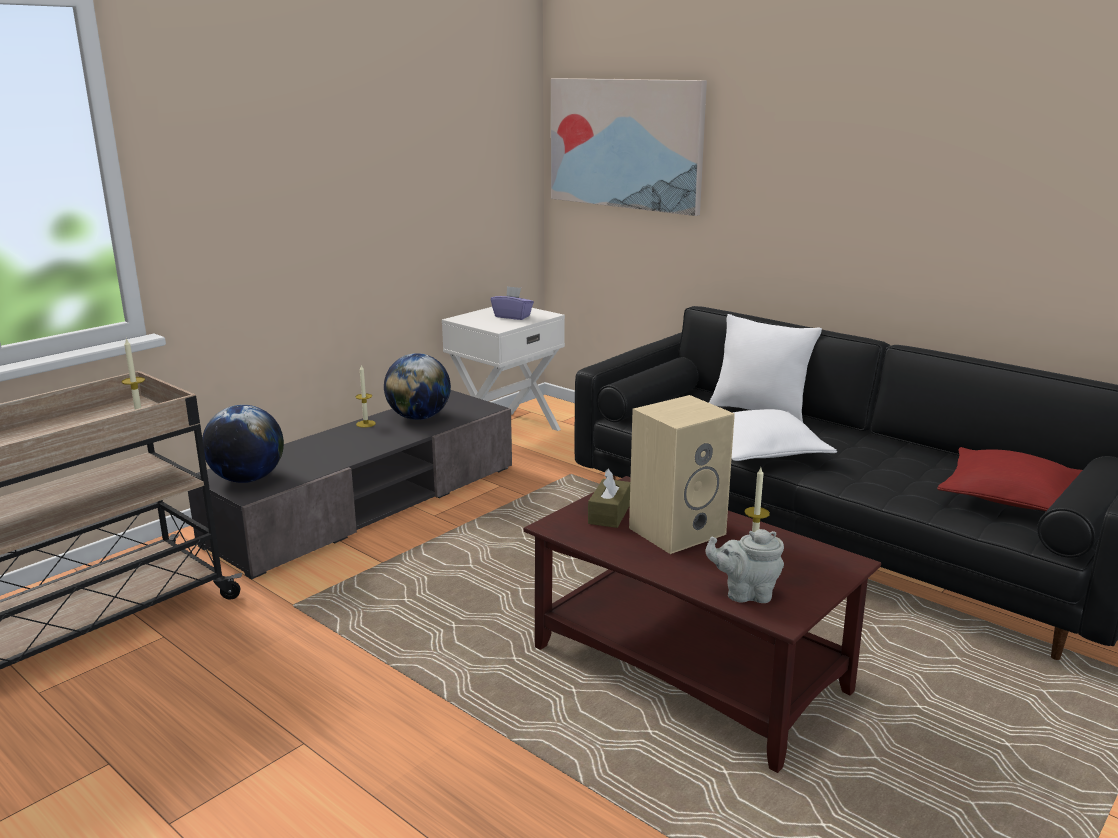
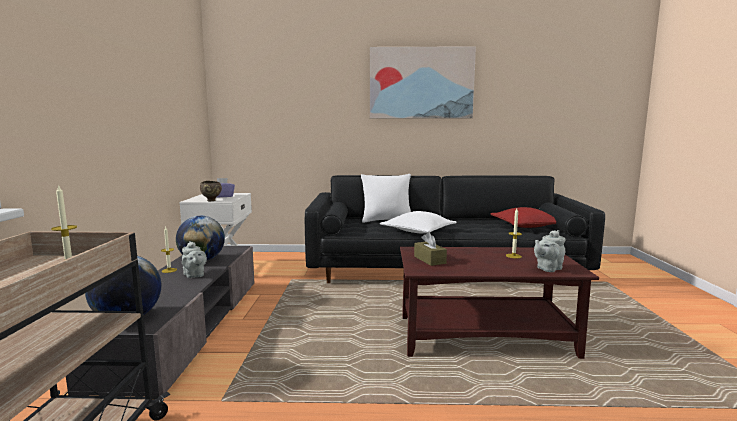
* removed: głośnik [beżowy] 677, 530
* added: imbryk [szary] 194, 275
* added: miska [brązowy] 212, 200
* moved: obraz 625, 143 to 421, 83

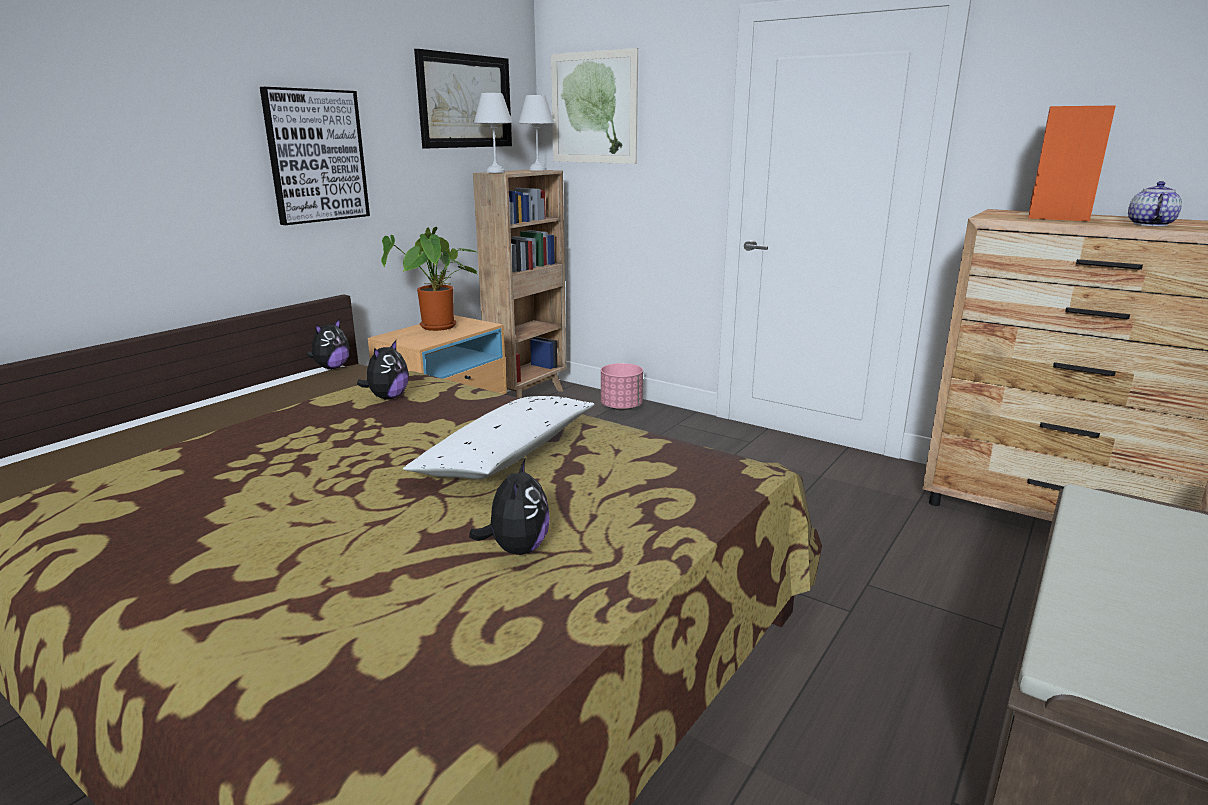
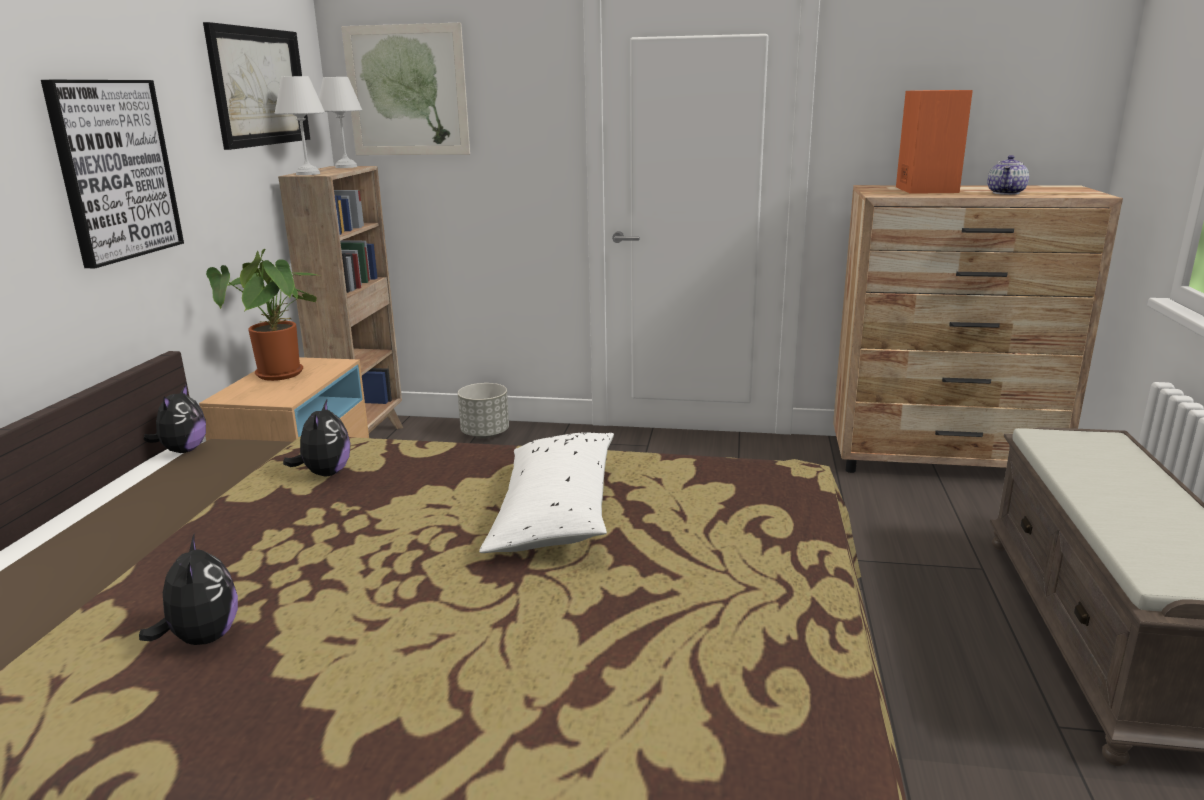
* moved: pluszak 516, 549 to 202, 638
* recoloured: donica [różowy] 621, 407 to donica [szary] 485, 433
* turned: imbryk 1149, 224 = 1006, 193 150 degrees counterclockwise

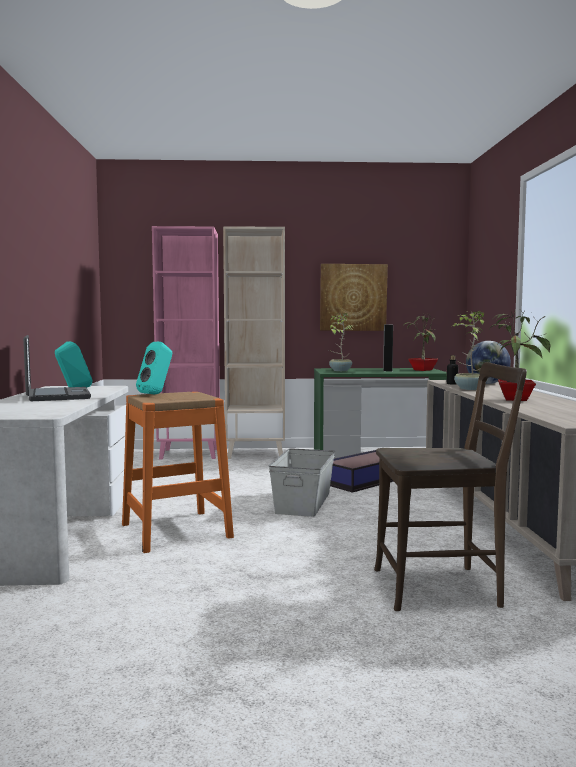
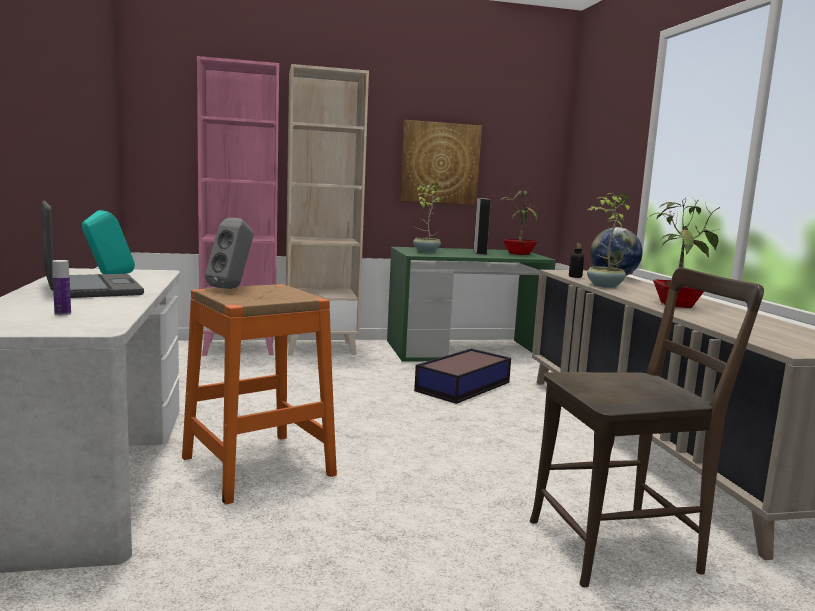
* removed: pojemnik do przechowywania [szary] 304, 502
* added: butelka 62, 313
* recoloured: głośnik [turkusowy] 156, 394 to głośnik [szary] 232, 288

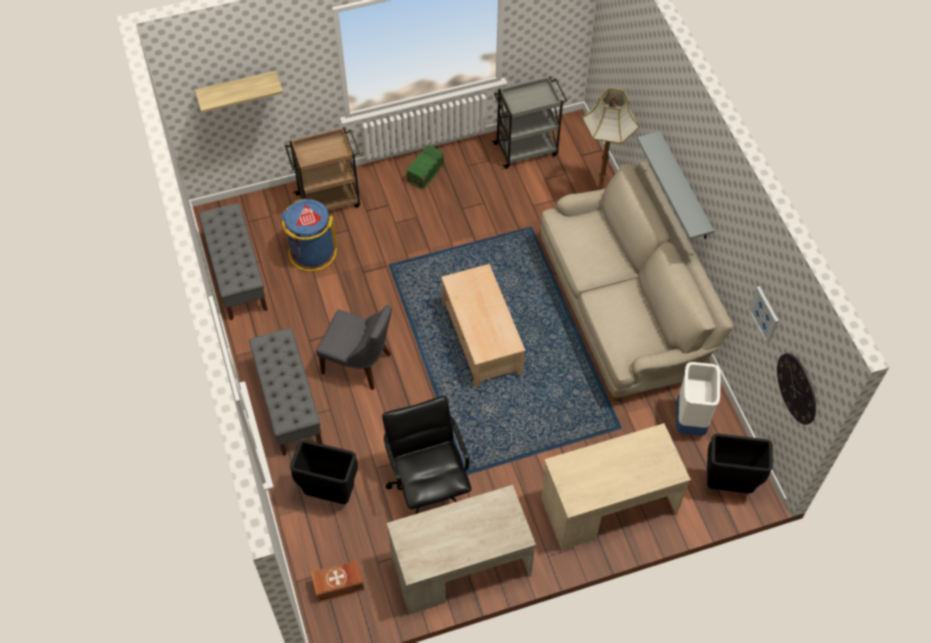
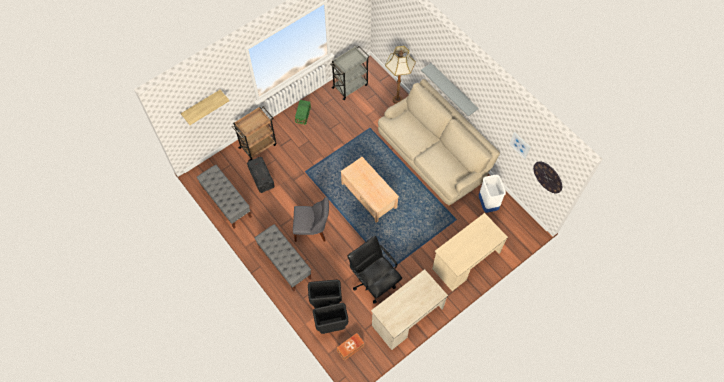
* moved: kosz na śmieci [czarny] 727, 484 to 331, 326
* replaced: kosz na śmieci [niebieski] 312, 252 to pojemnik do przechowywania [czarny] 261, 177

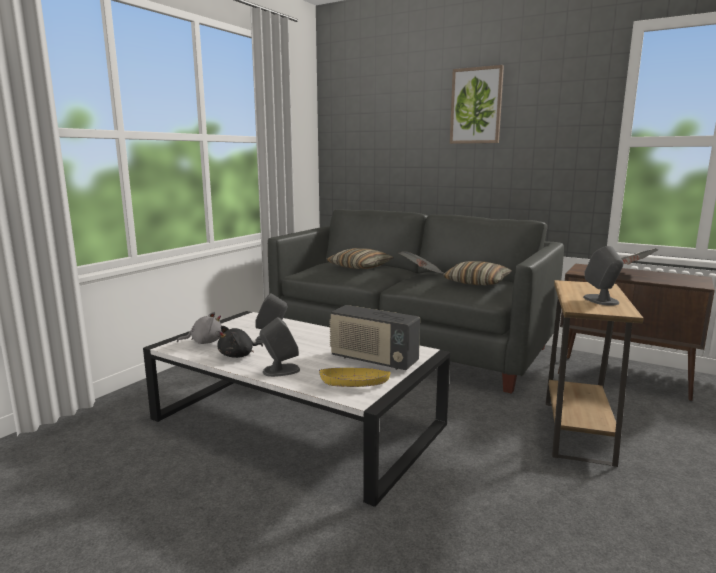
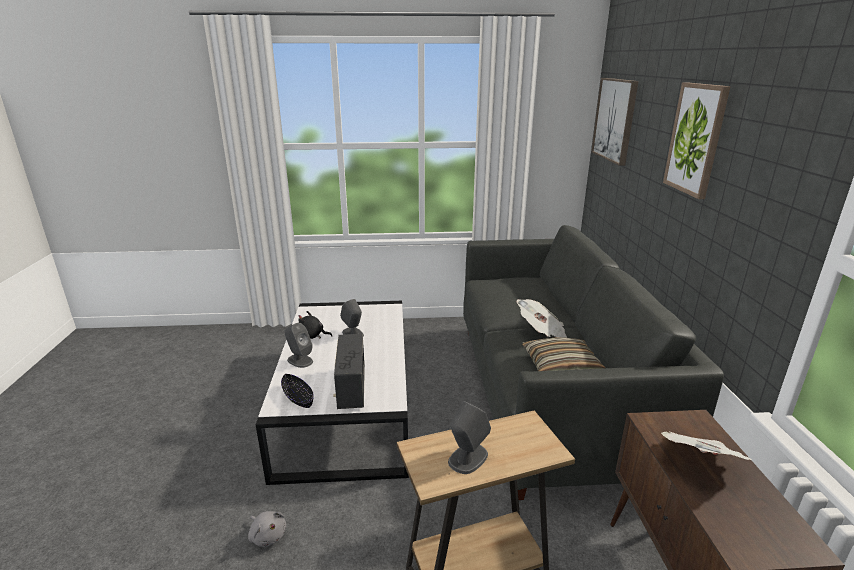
* removed: poduszka 360, 267
* added: obraz 615, 120
* moved: pluszak [szary] 204, 342 to 267, 535
* recoloured: miska [żółty] 354, 384 to miska [czarny] 298, 397

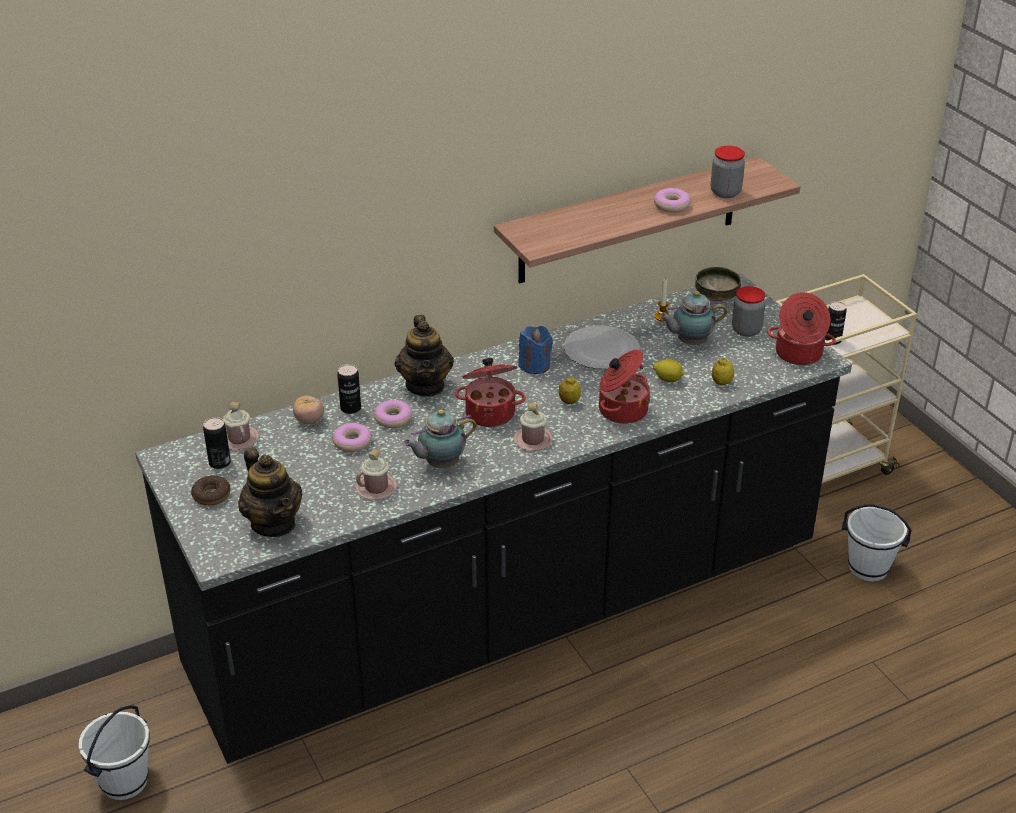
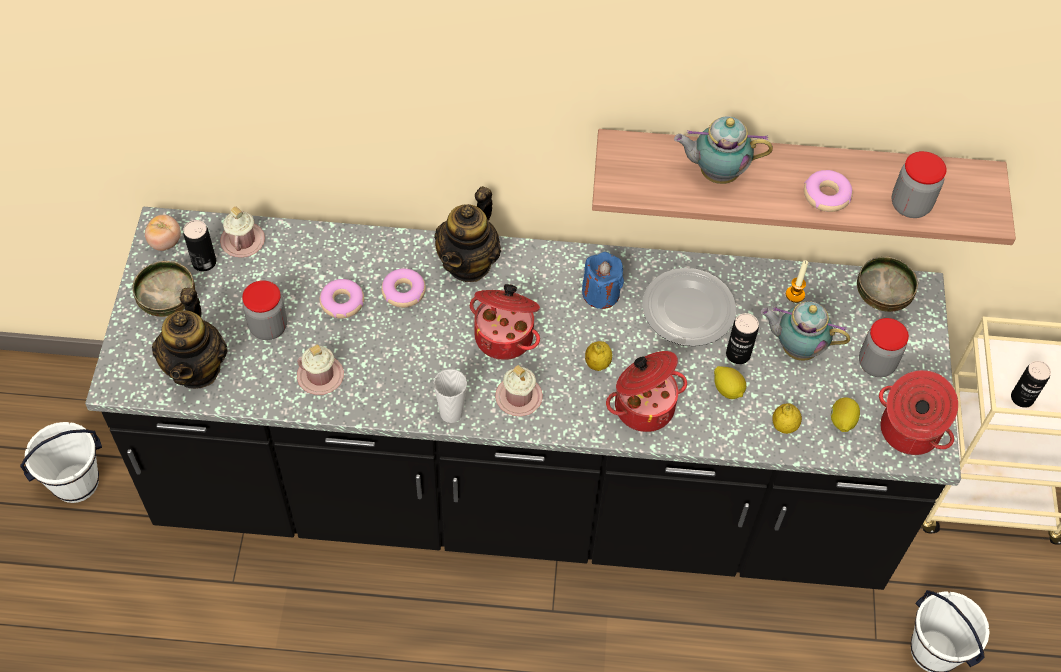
* added: słoik 268, 327
* added: filiżanka 451, 413
* added: cytryna 841, 421
* moved: pomidor 309, 420 to 165, 242
* moved: puszka 350, 408 to 738, 354
* moved: imbryk 440, 464 to 715, 173
* replaced: donut 211, 495 to miska 168, 300

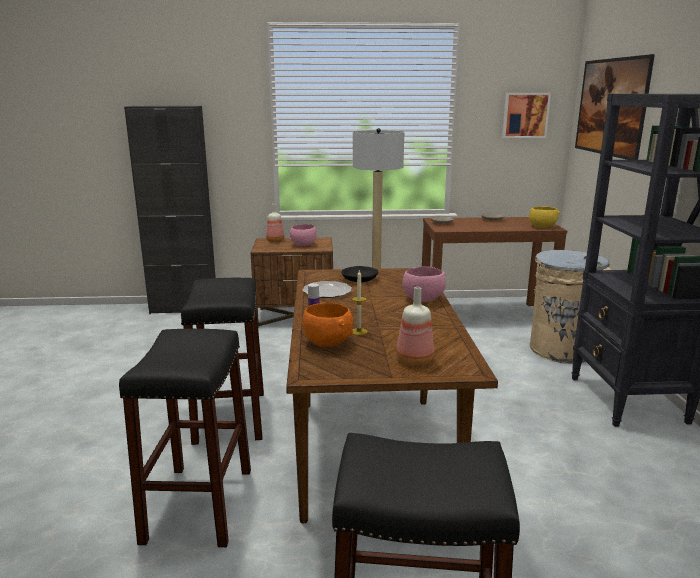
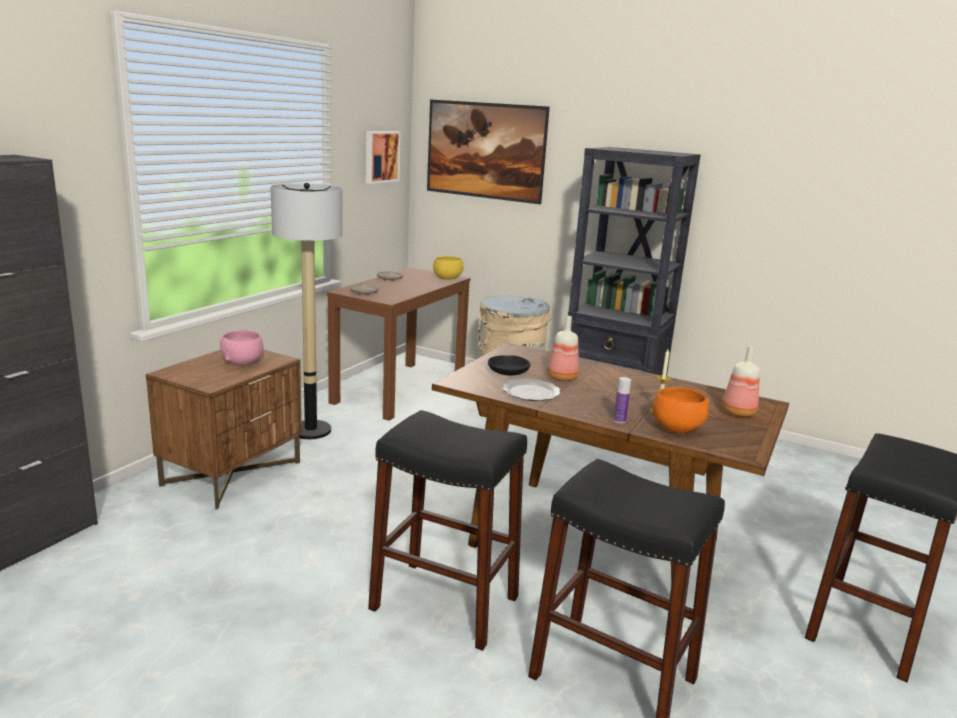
* removed: miska [różowy] 422, 299
* moved: butelka 275, 240 to 561, 378

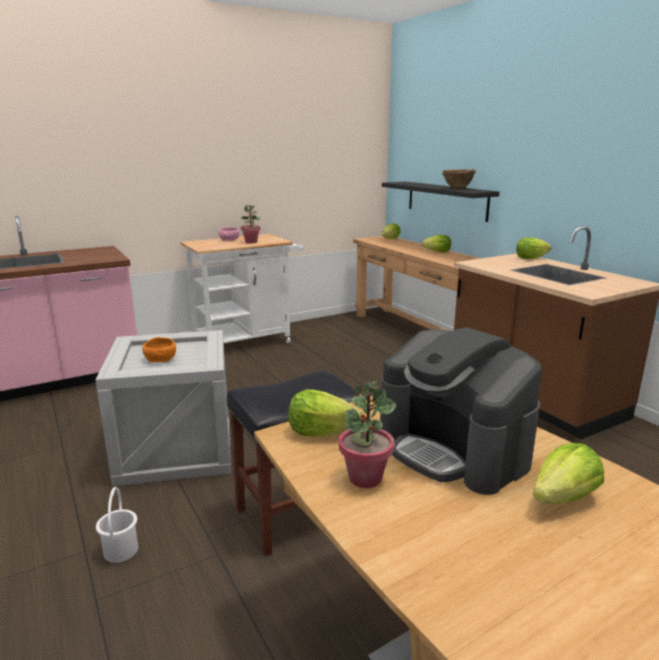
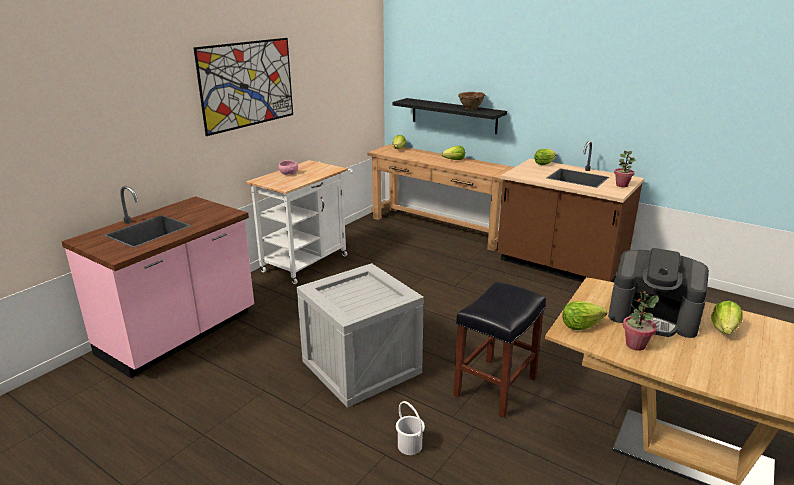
* removed: miska [pomarańczowy] 161, 359
* added: obraz 247, 84
* moved: roślina doniczkowa 251, 242 to 622, 185

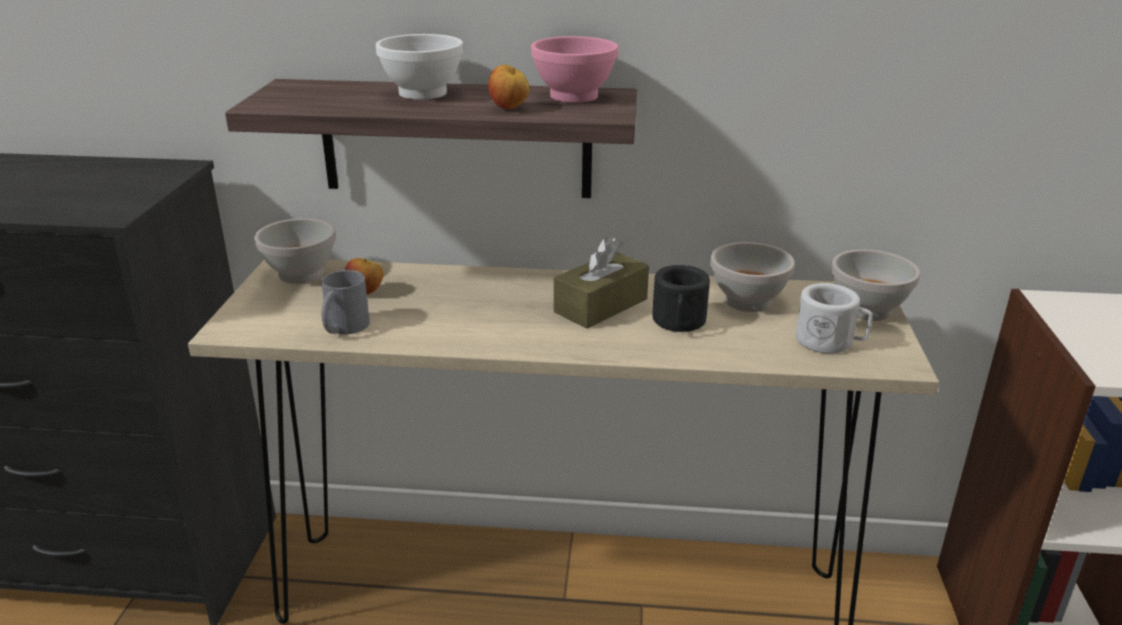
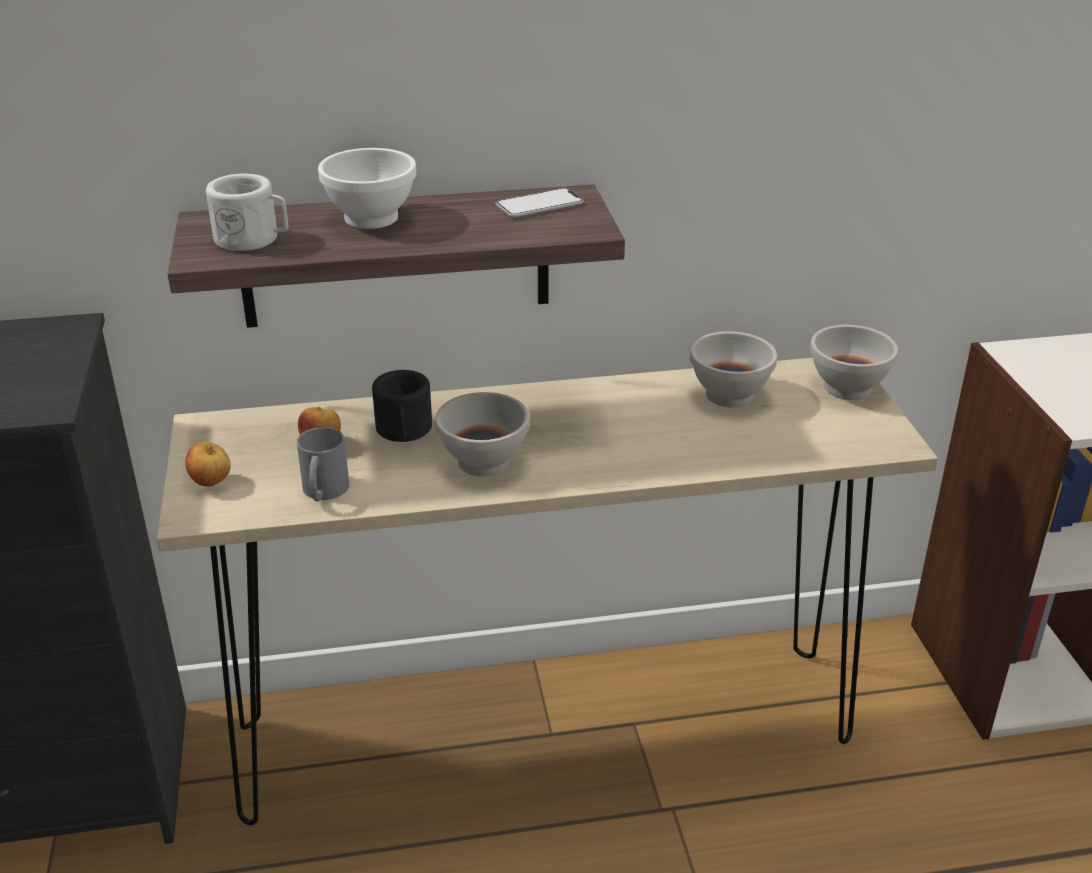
* removed: pudełko chusteczek [brązowy] 601, 306
* moved: miska [biały] 302, 274 to 485, 461
* moved: jabłko 509, 108 to 211, 483
* moved: kubek [czarny] 678, 323 to 404, 431
* moved: kubek [biały] 830, 342 to 253, 240
* replaced: miska [różowy] 575, 96 to telefon 539, 205

